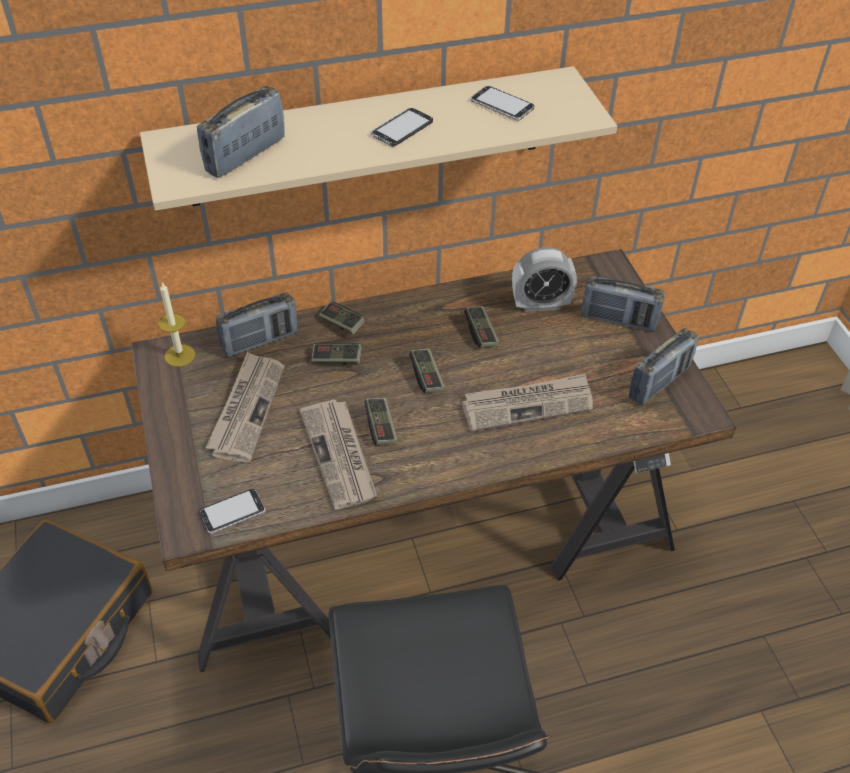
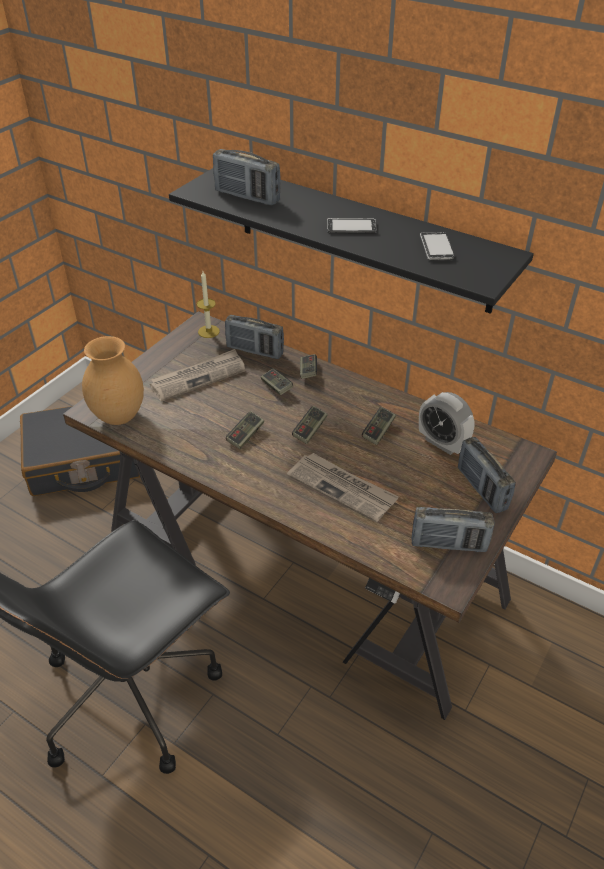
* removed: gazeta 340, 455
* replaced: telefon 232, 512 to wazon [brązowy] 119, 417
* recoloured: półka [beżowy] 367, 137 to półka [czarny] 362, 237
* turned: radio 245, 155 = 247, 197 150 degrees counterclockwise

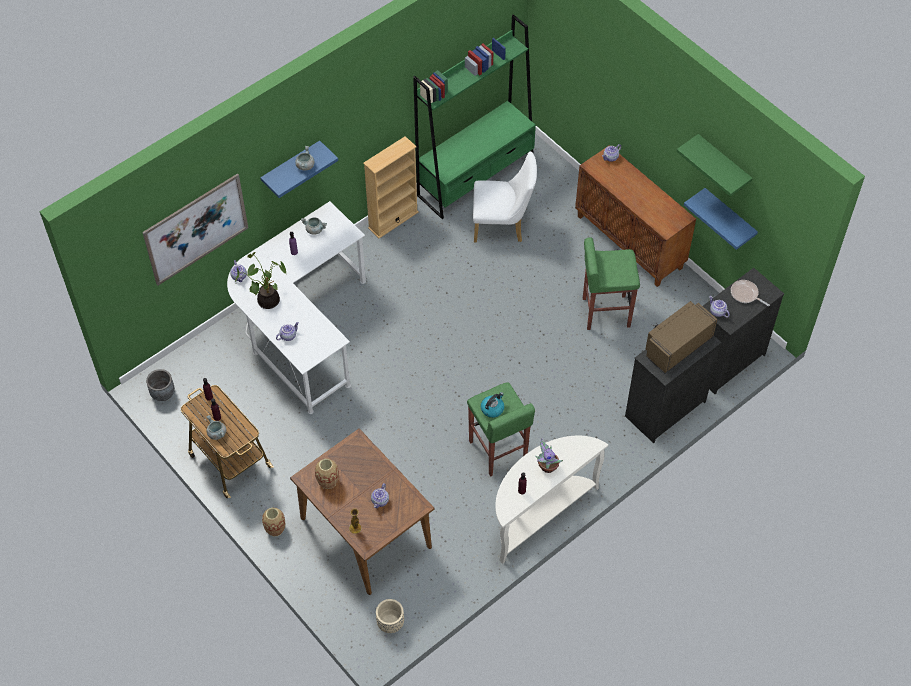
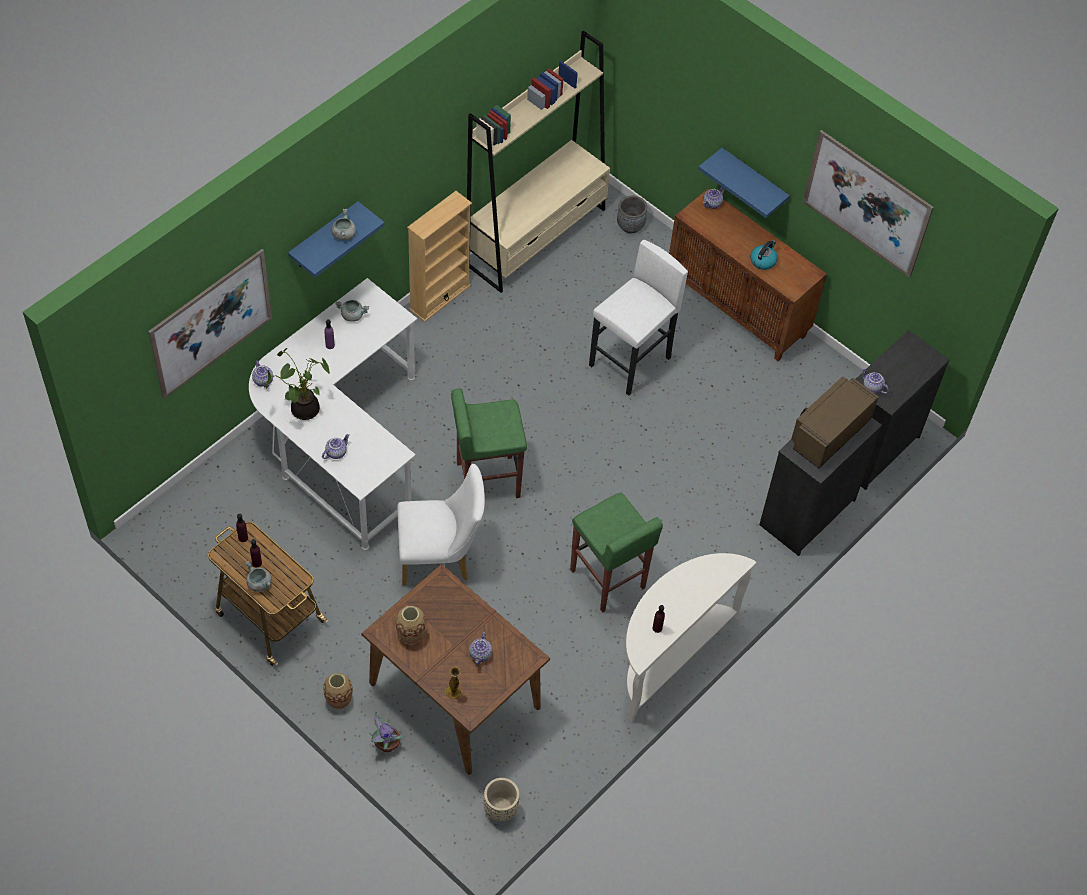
* removed: patelnia 745, 294
* added: stołek [biały] 630, 362
* moved: donica [szary] 163, 393 to 630, 225
* moved: krzesło [biały] 502, 226 to 440, 557
* moved: czajnik 492, 408 to 763, 260
* moved: roślina doniczkowa 547, 466 to 386, 744
* moved: stołek [zielony] 605, 312 to 486, 479
* moved: półka [niebieski] 729, 217 to 753, 181
* replaced: półka [zielony] 723, 164 to obraz 866, 203
* recoloured: regał [zielony] 476, 176 to regał [beżowy] 536, 237

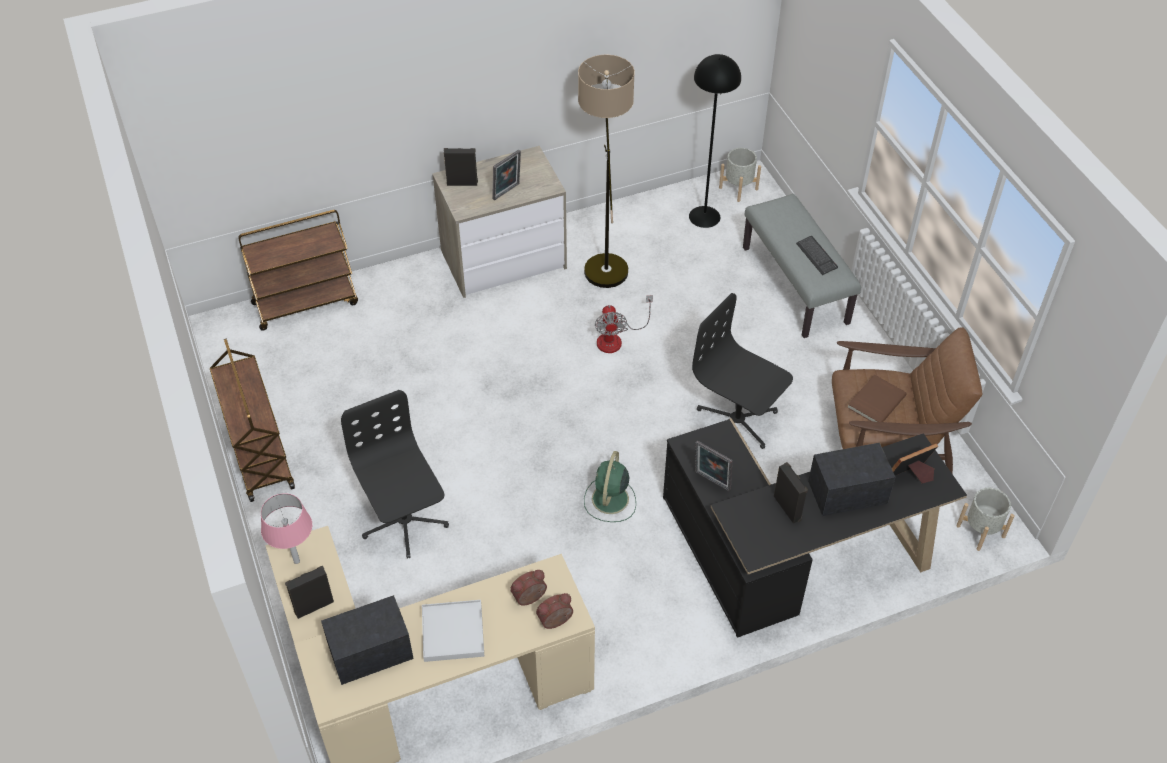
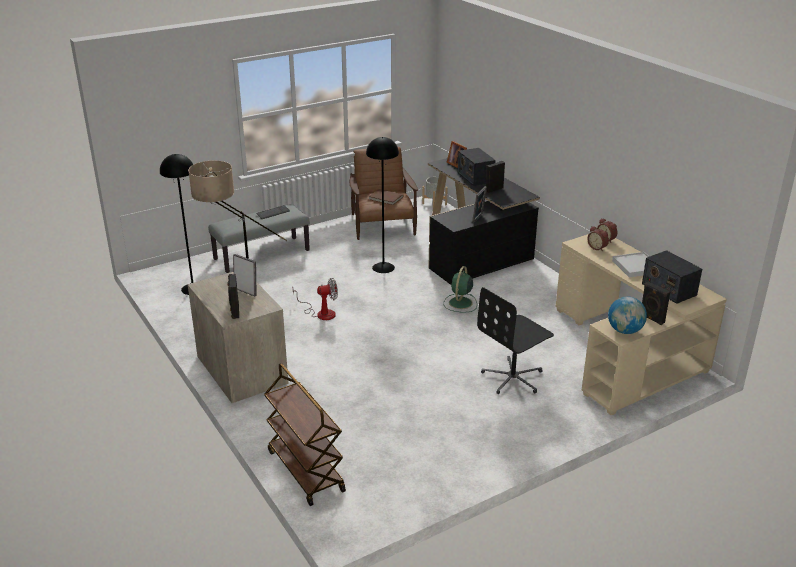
* removed: wózek [brązowy] 259, 454
* removed: donica [szary] 738, 188
* replaced: lampa stołowa [różowy] 296, 561 to globus 624, 331
* replaced: krzesło biurowe [czarny] 737, 421 to lampa stojąca [czarny] 383, 267
* turned: wentylator [zielony] 609, 500 = 460, 303 105 degrees clockwise

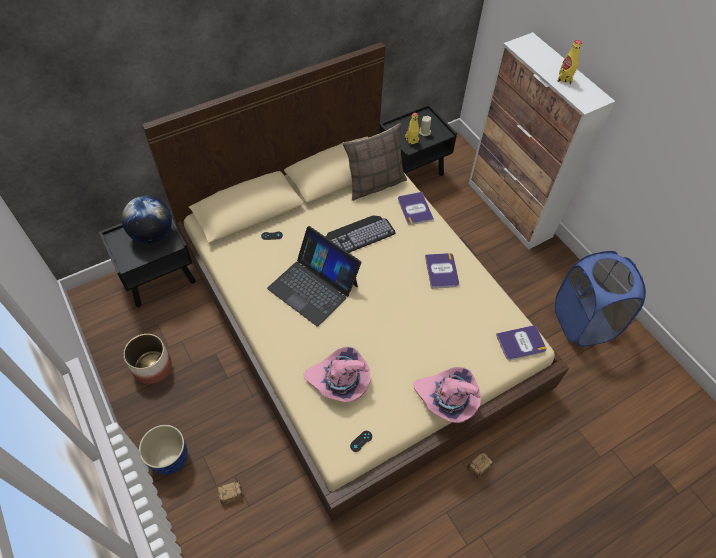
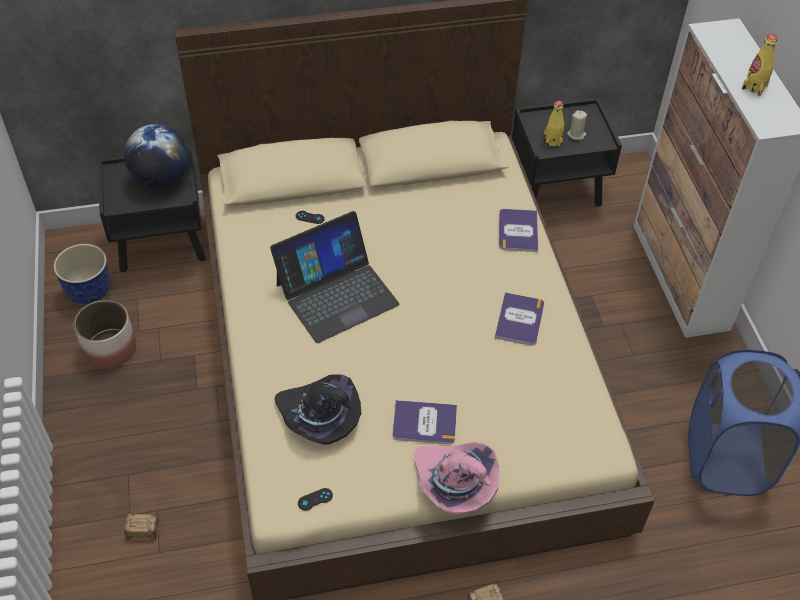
* removed: klawiatura 358, 234
* removed: poduszka 375, 183
* moved: donica 171, 458 to 90, 292
* moved: książka 521, 343 to 424, 423
* recoloured: kapelusz [różowy] 340, 380 to kapelusz [czarny] 319, 417
* turned: laptop 313, 286 = 336, 293 90 degrees counterclockwise

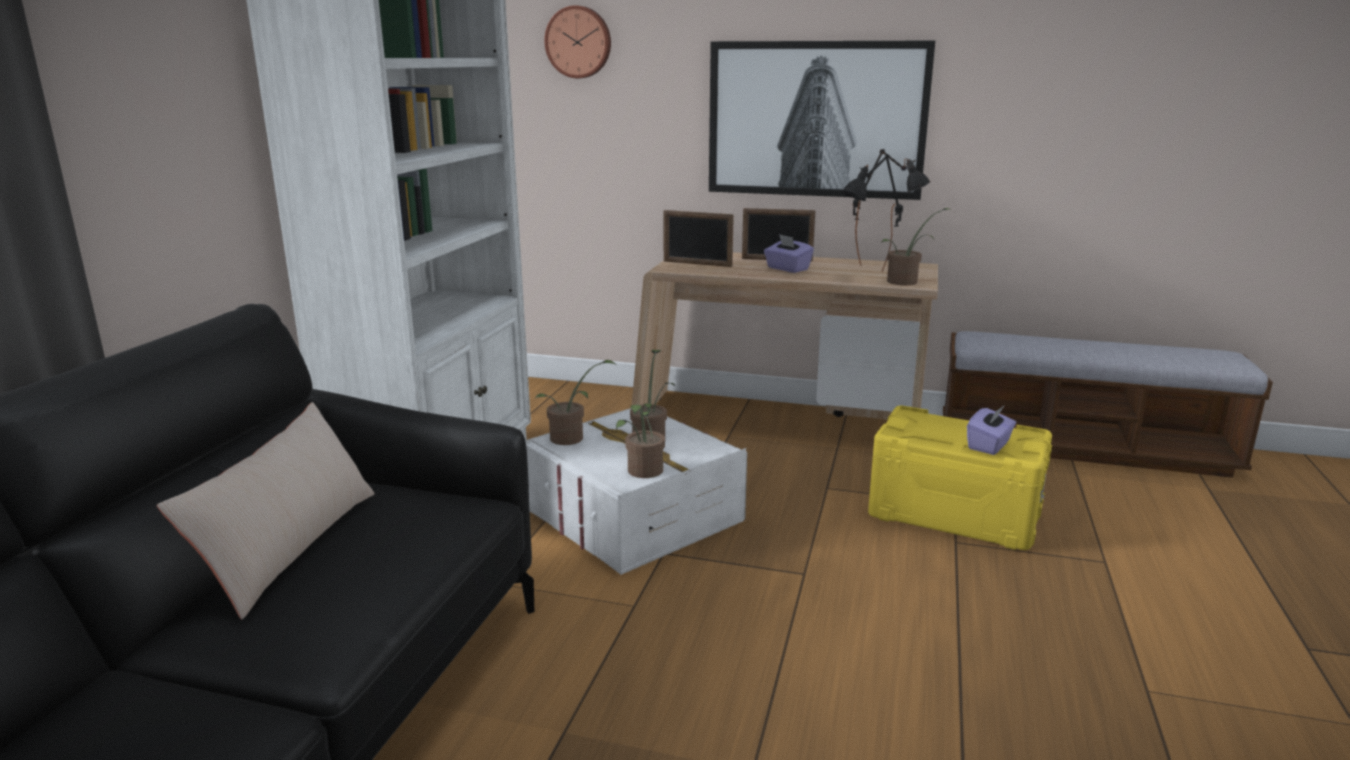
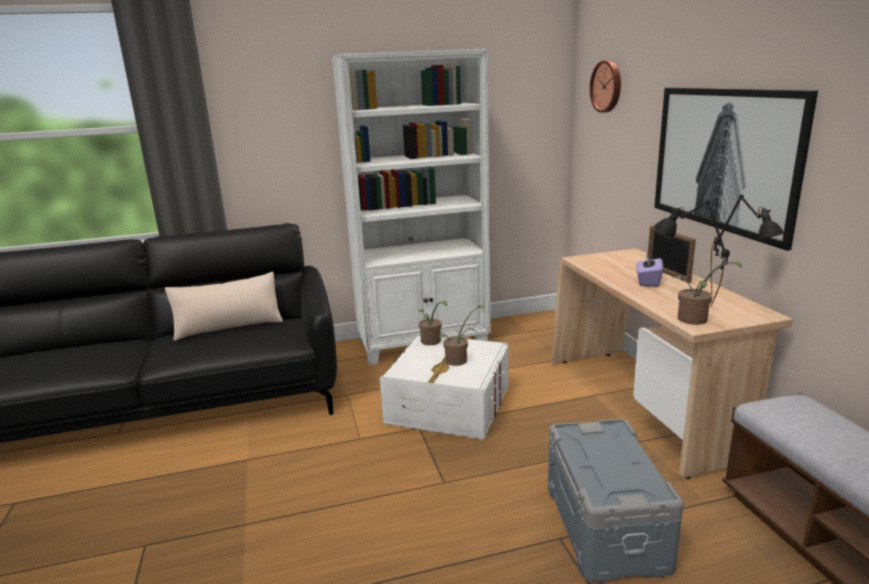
* removed: roślina doniczkowa 643, 472
* removed: ramka na zdjęcie 697, 264
* removed: pudełko chusteczek [fioletowy] 989, 445
* recoloured: pojemnik do przechowywania [żółty] 954, 513 to pojemnik do przechowywania [szary] 606, 526

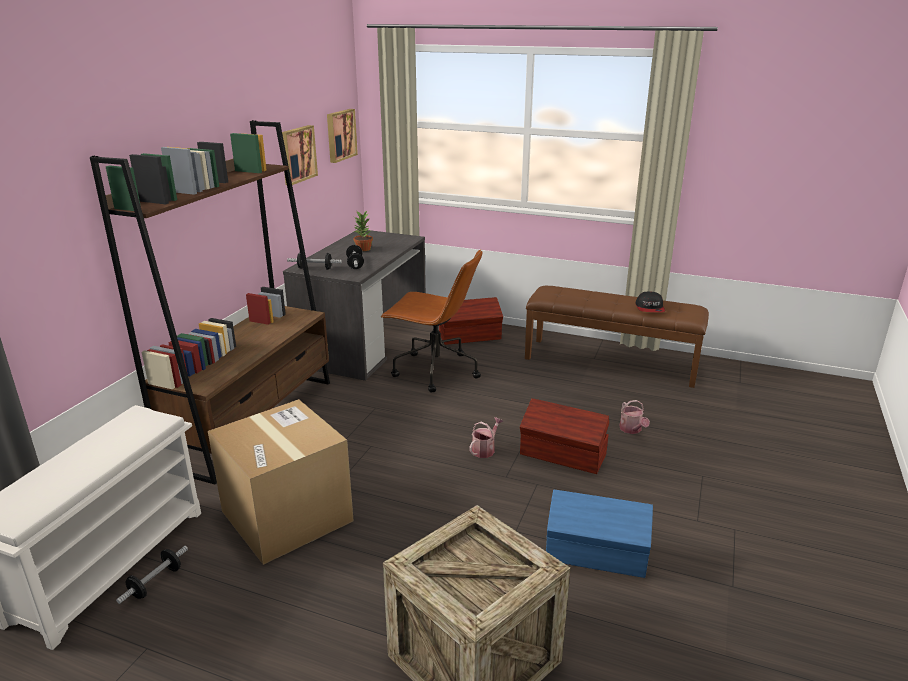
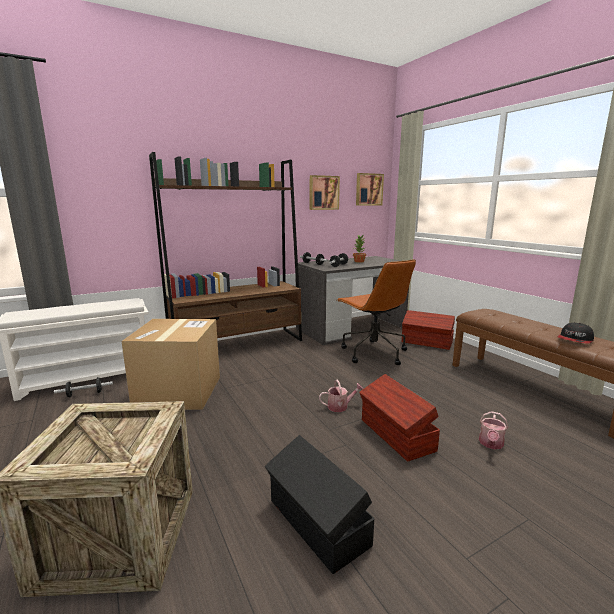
* recoloured: pojemnik do przechowywania [niebieski] 596, 555 to pojemnik do przechowywania [czarny] 317, 523

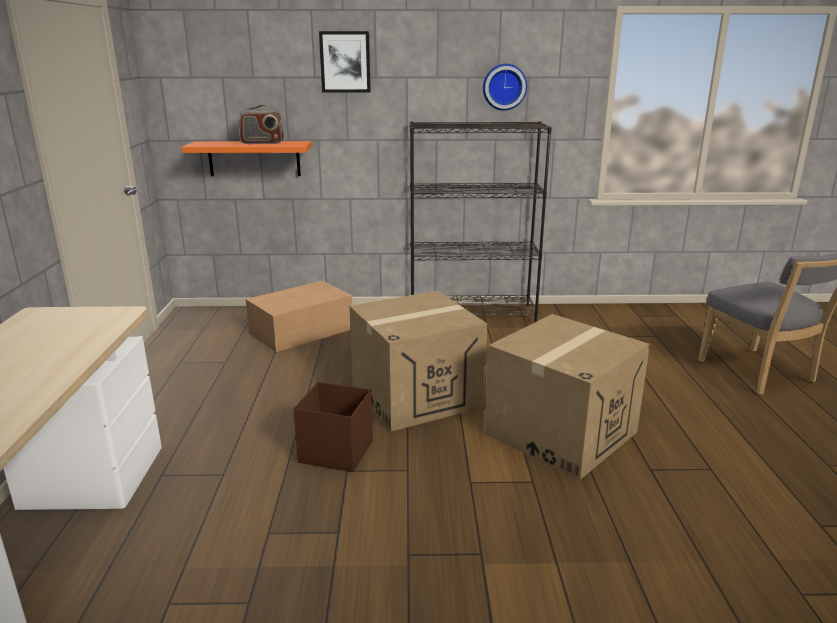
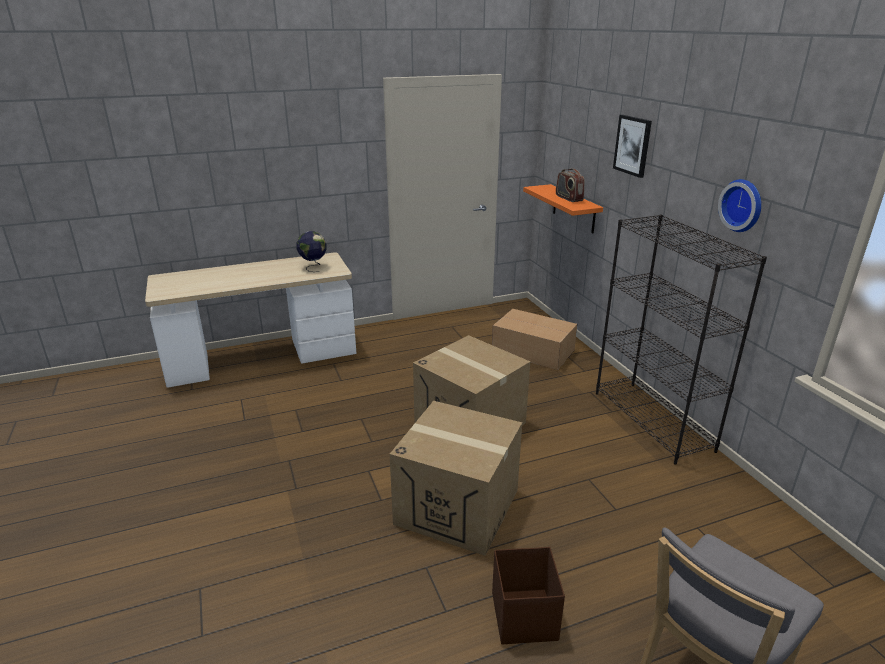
* added: globus 313, 267
* moved: pojemnik do przechowywania [brązowy] 335, 452 to 524, 615

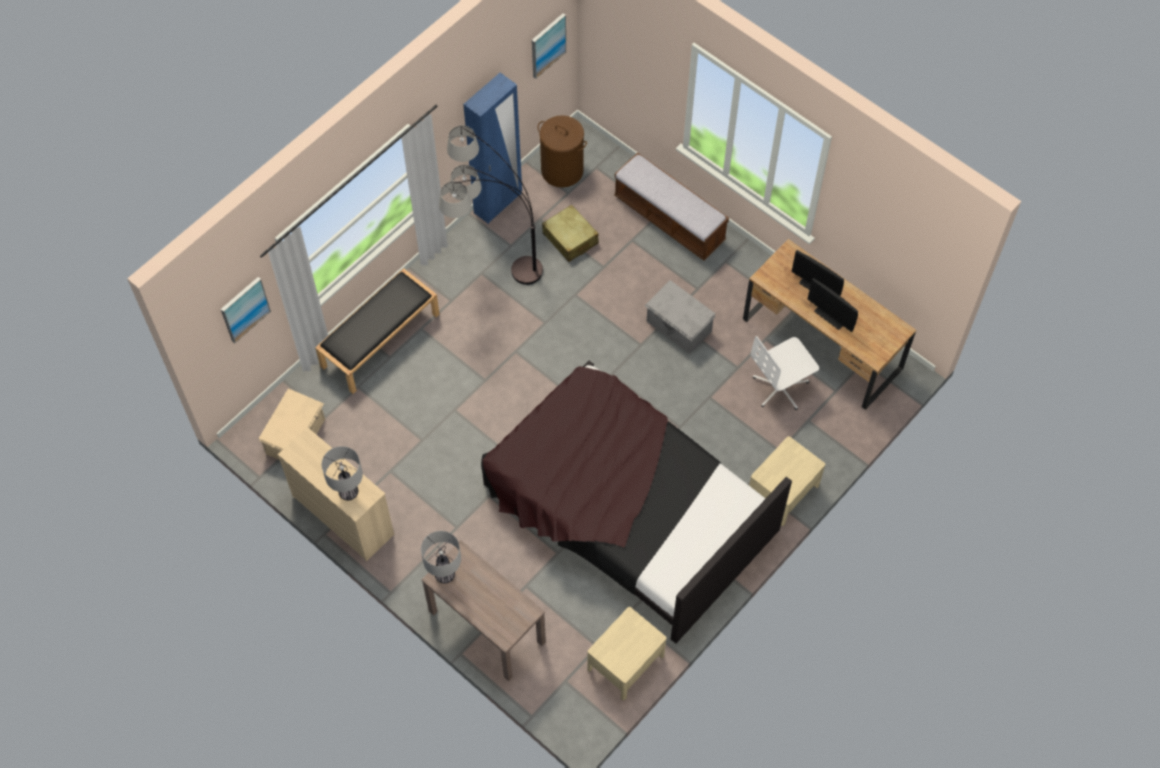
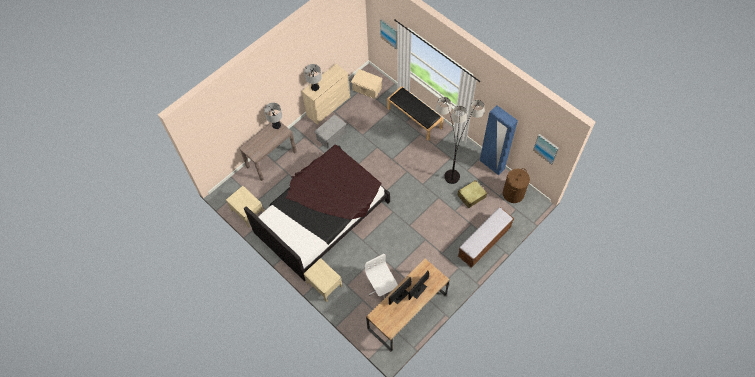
* moved: pojemnik do przechowywania [szary] 678, 327 to 331, 136

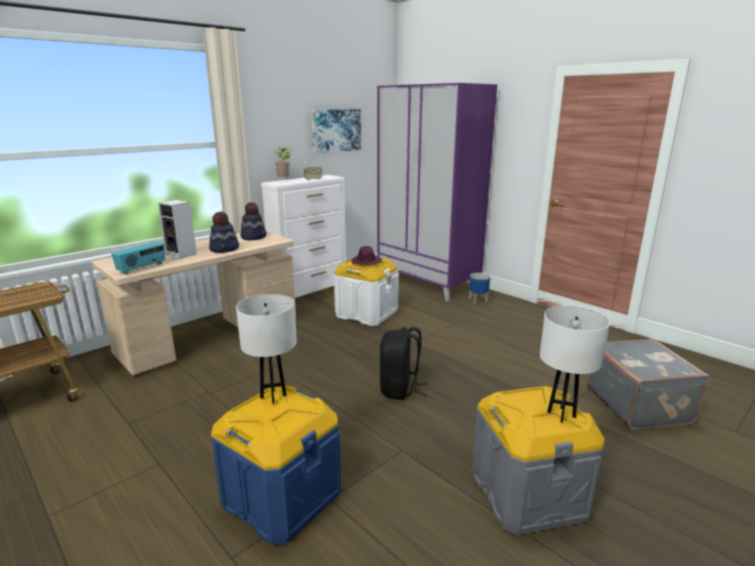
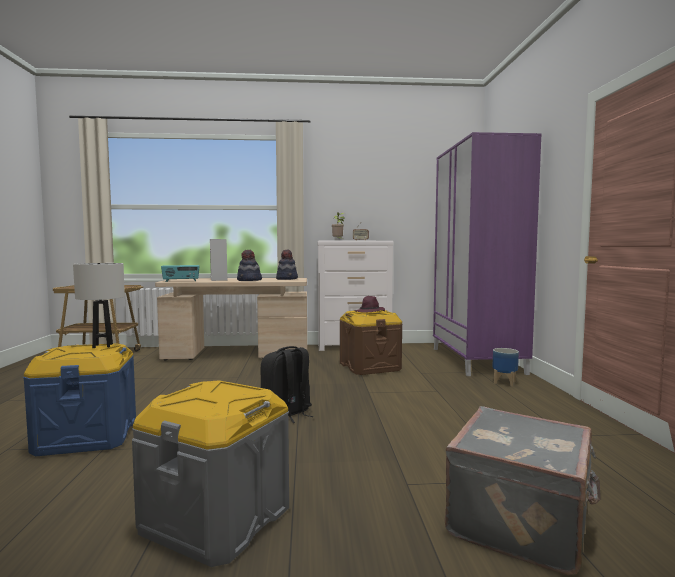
* removed: obraz 335, 130
* removed: lampa stołowa [biały] 561, 414
* recoloured: pojemnik do przechowywania [biały] 367, 313 to pojemnik do przechowywania [brązowy] 370, 367

